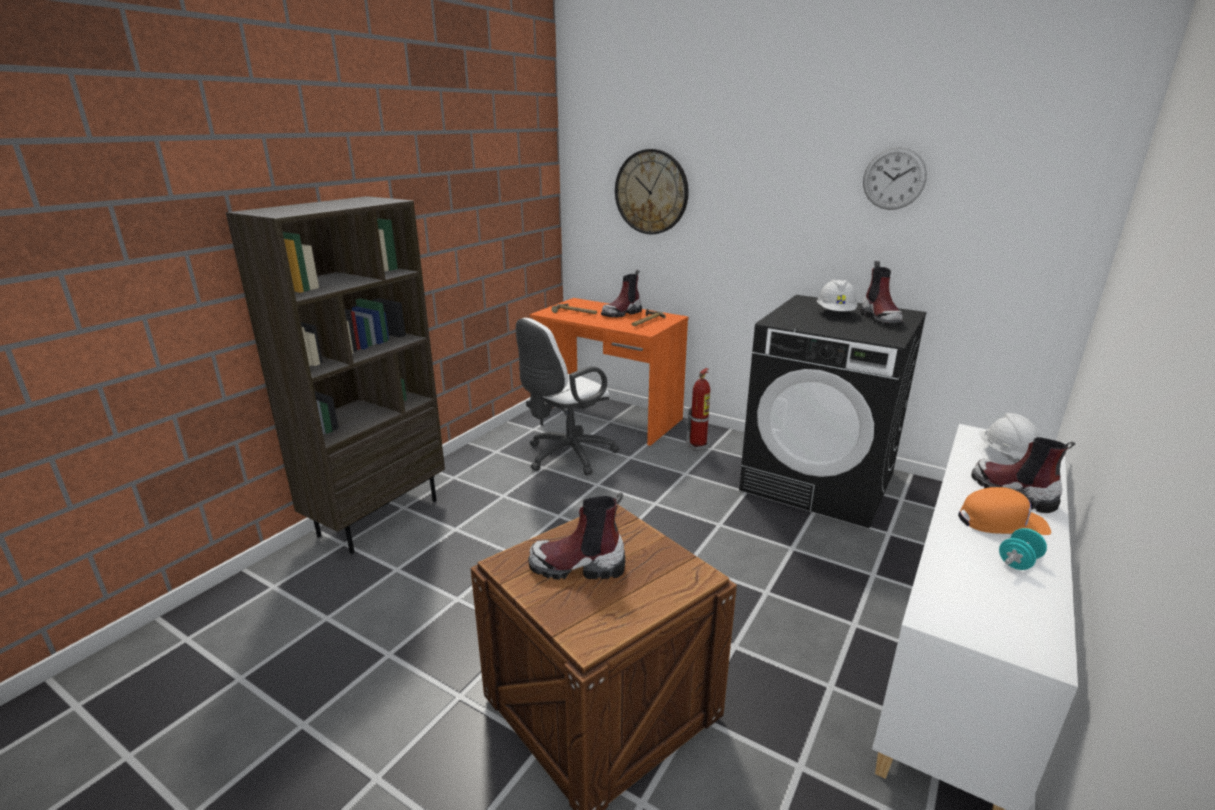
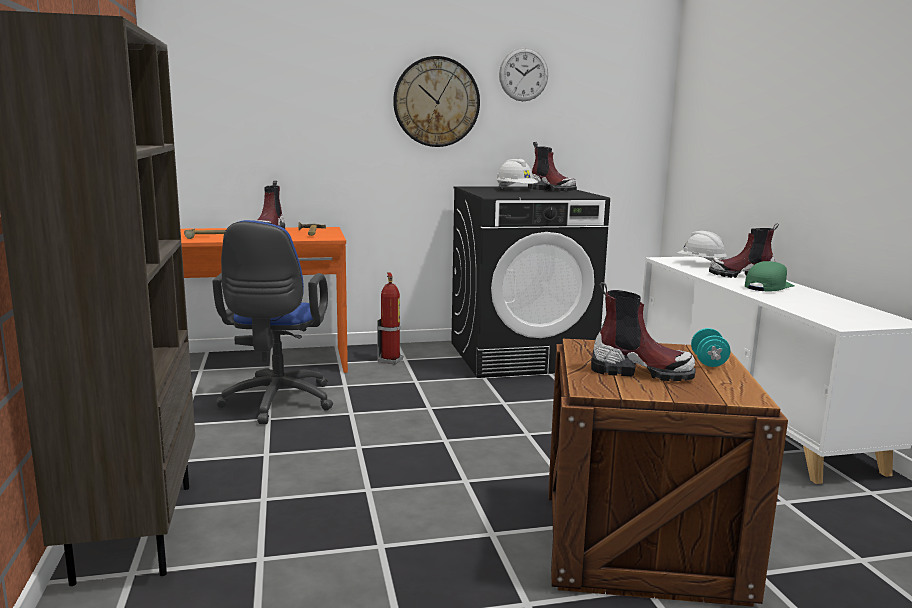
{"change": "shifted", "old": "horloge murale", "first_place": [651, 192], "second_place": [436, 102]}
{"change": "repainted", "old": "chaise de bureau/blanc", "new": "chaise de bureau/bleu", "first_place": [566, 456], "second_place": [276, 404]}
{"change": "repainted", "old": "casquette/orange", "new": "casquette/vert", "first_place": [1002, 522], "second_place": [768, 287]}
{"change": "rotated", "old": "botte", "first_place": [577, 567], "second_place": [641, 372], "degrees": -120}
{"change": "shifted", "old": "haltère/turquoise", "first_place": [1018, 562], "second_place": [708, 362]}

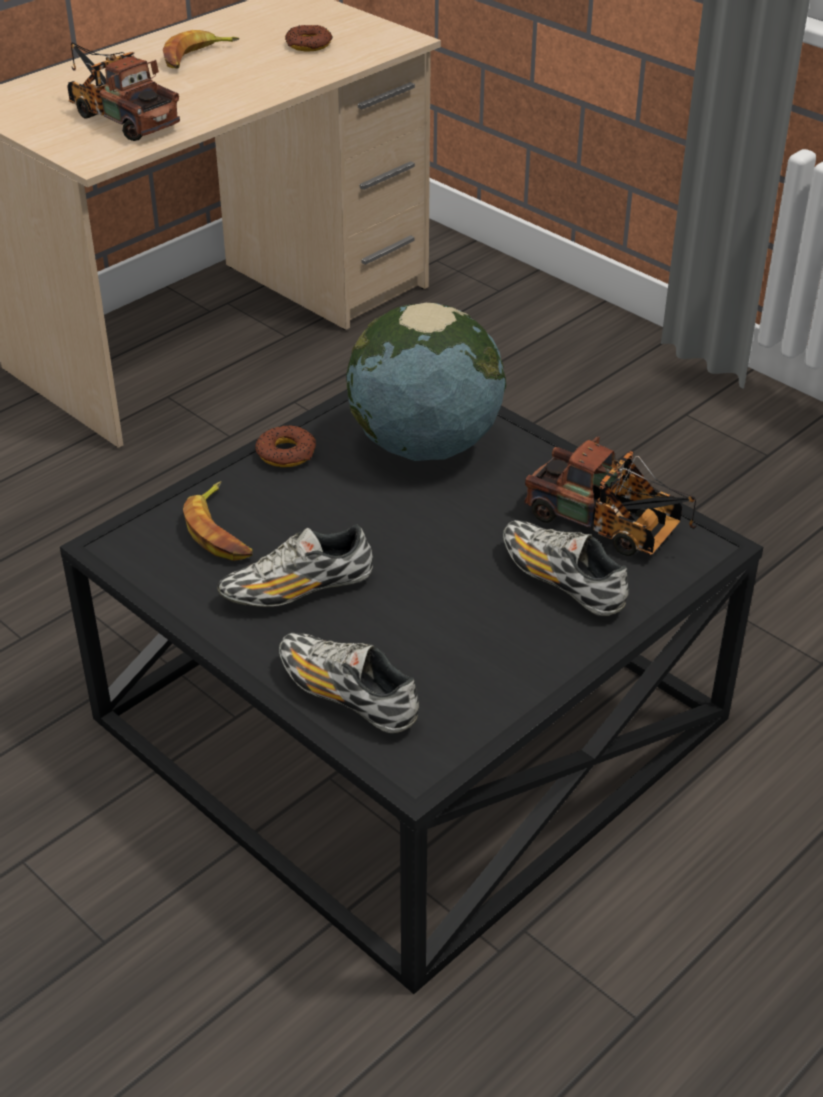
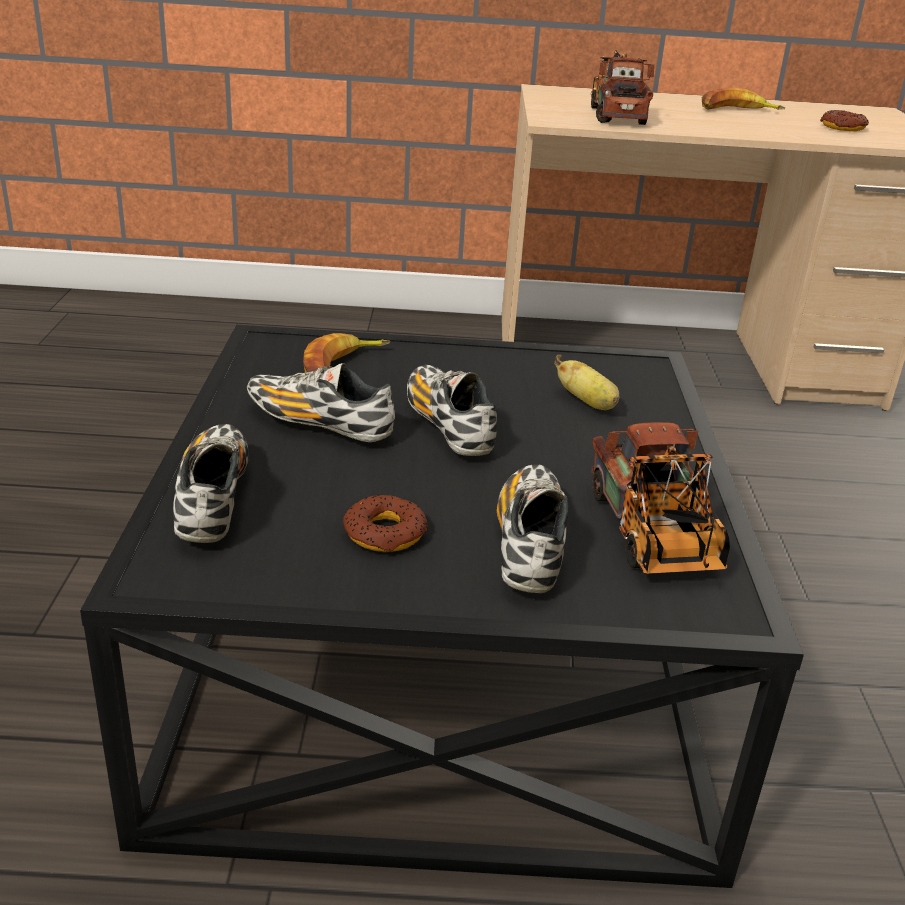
{"change": "swapped", "old": "globe", "new": "banane", "first_place": [424, 445], "second_place": [588, 403]}
{"change": "shifted", "old": "beignet", "first_place": [286, 453], "second_place": [385, 533]}
{"change": "new", "new": "chaussure", "second_place": [448, 426]}

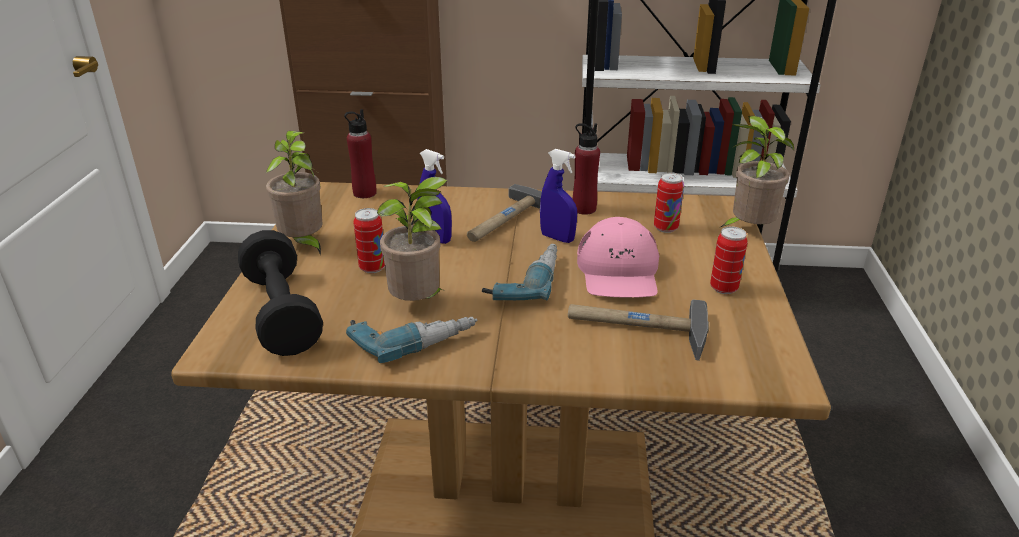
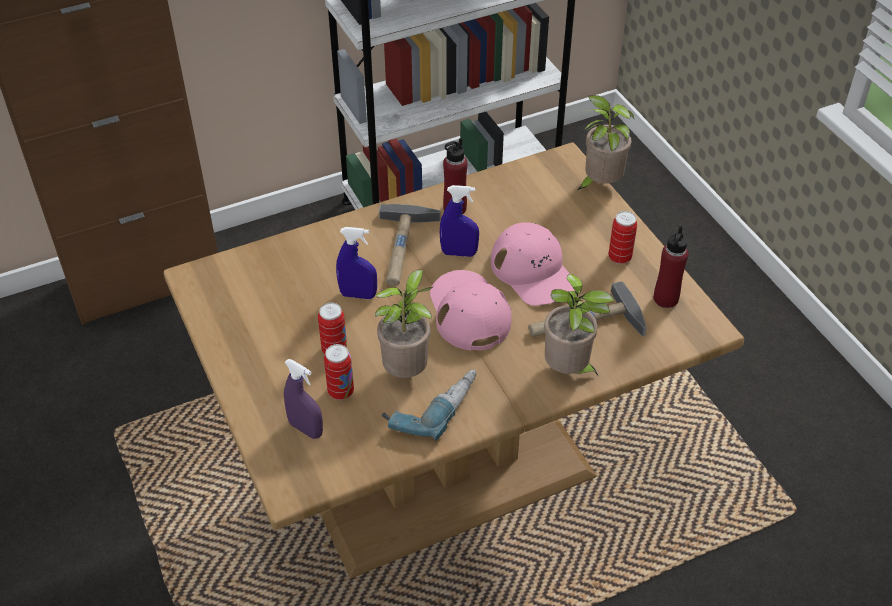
{"change": "shifted", "old": "bouteille/rouge", "first_place": [364, 193], "second_place": [665, 299]}
{"change": "shifted", "old": "plante en pot", "first_place": [304, 245], "second_place": [569, 371]}
{"change": "shifted", "old": "boîte métallique", "first_place": [665, 228], "second_place": [341, 392]}
{"change": "swapped", "old": "haltère/noir", "new": "vaporisateur/violet", "first_place": [282, 313], "second_place": [306, 429]}
{"change": "swapped", "old": "perceuse", "new": "casquette/rose", "first_place": [523, 281], "second_place": [469, 312]}

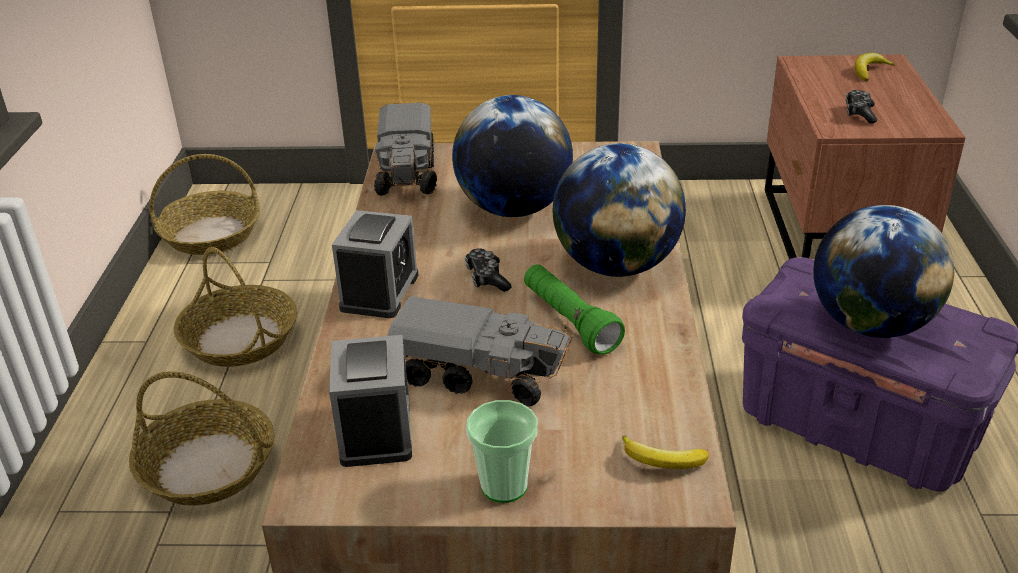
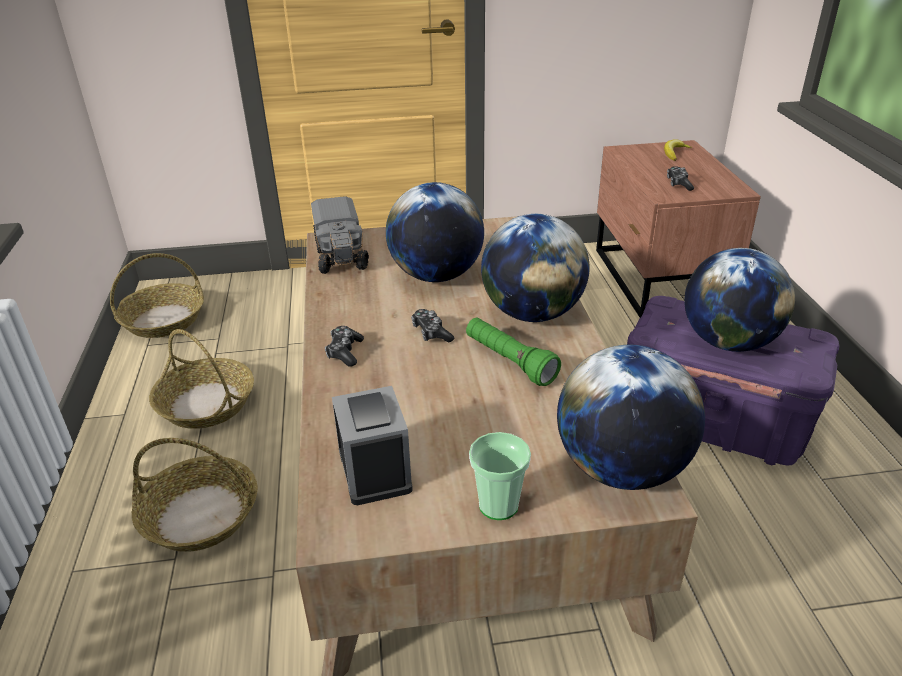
{"change": "swapped", "old": "réveil", "new": "manette", "first_place": [379, 292], "second_place": [345, 352]}
{"change": "gone", "old": "camion jouet", "first_place": [481, 374]}
{"change": "swapped", "old": "banane", "new": "globe", "first_place": [662, 461], "second_place": [621, 469]}

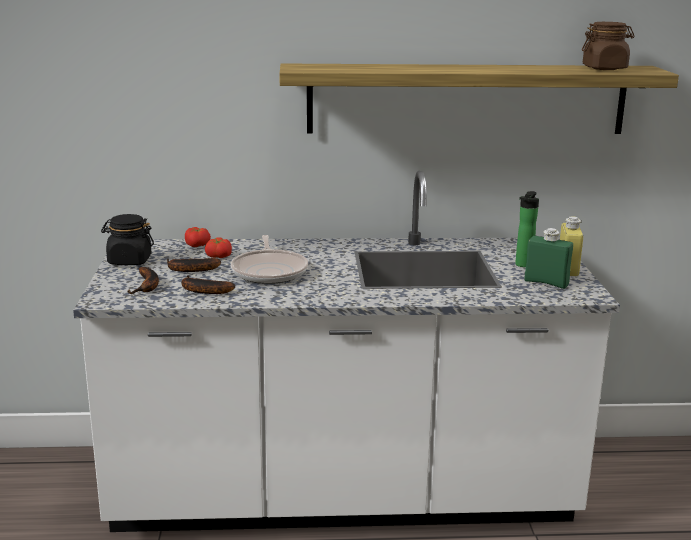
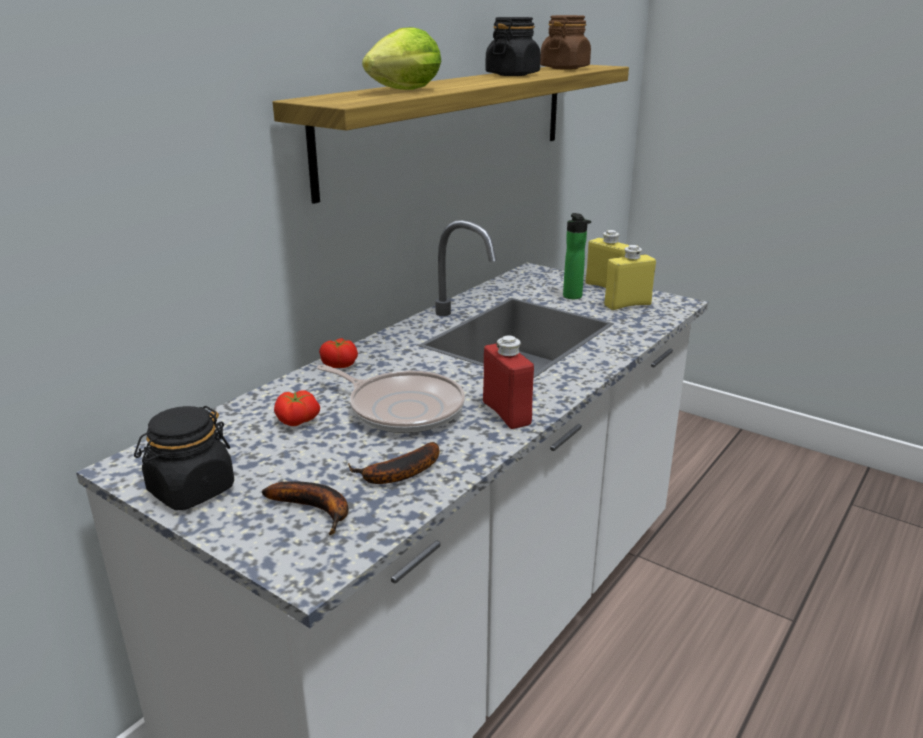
{"change": "shifted", "old": "tomate", "first_place": [198, 245], "second_place": [340, 364]}
{"change": "repainted", "old": "bouteille/vert", "new": "bouteille/jaune", "first_place": [546, 283], "second_place": [627, 305]}
{"change": "gone", "old": "banane", "first_place": [189, 270]}
{"change": "new", "new": "bocal/noir", "second_place": [512, 74]}
{"change": "new", "new": "laitue", "second_place": [400, 91]}
{"change": "new", "new": "bouteille/rouge", "second_place": [506, 413]}

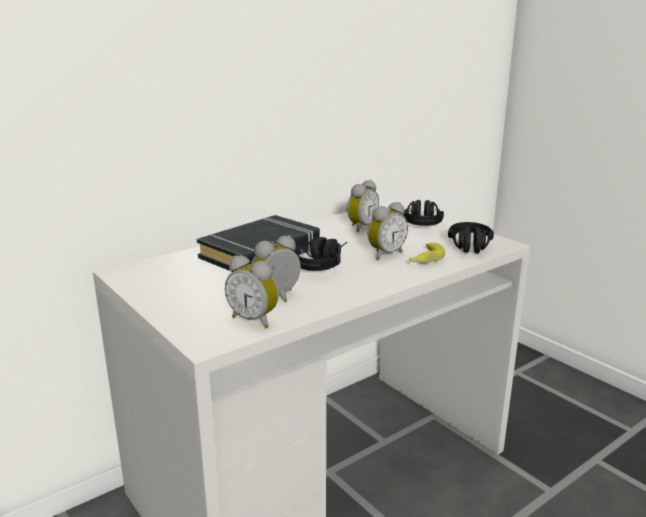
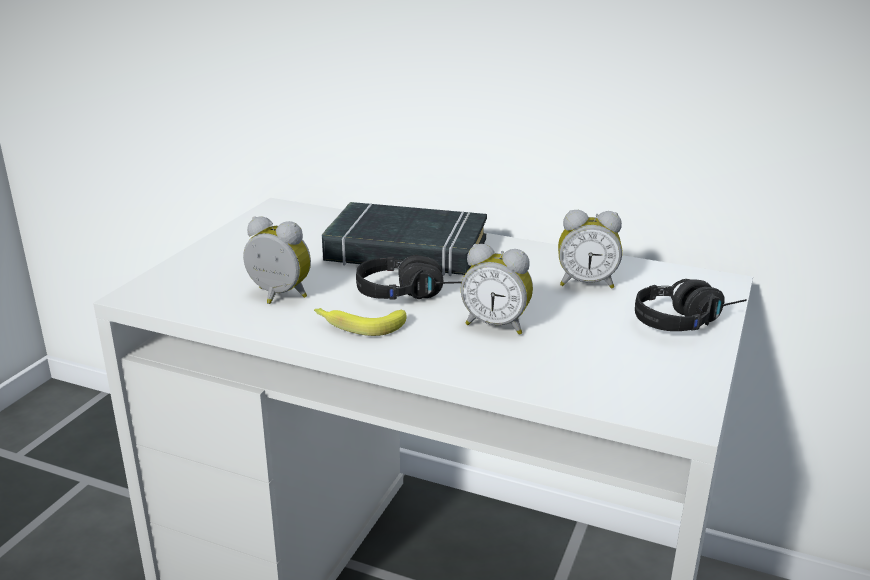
{"change": "gone", "old": "casque audio/noir", "first_place": [470, 249]}
{"change": "shifted", "old": "banane", "first_place": [424, 259], "second_place": [358, 325]}
{"change": "gone", "old": "réveil", "first_place": [255, 320]}

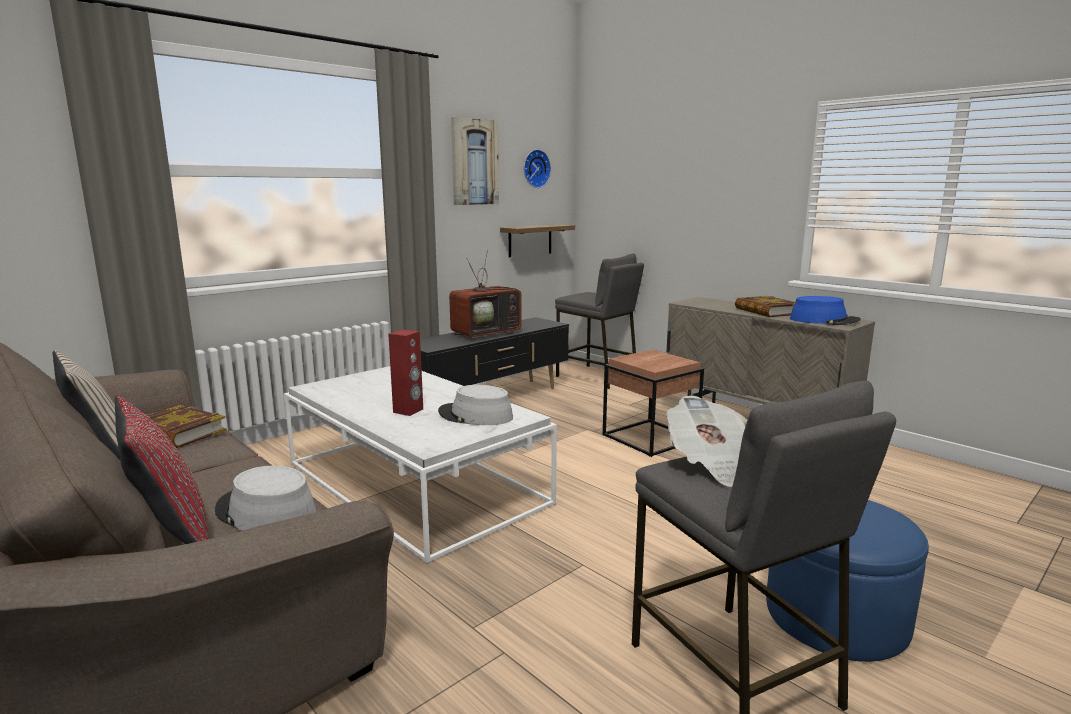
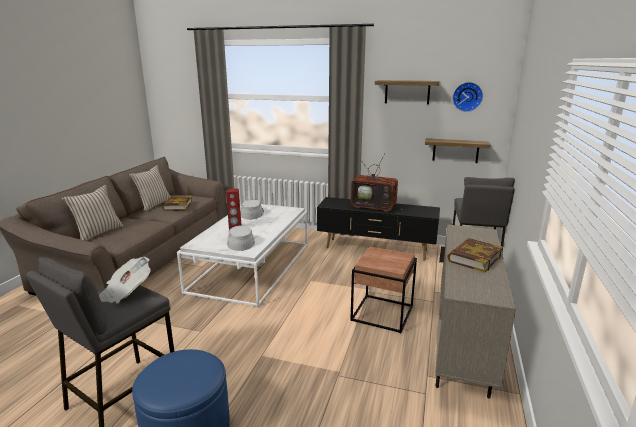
{"change": "swapped", "old": "tableau", "new": "étagère", "first_place": [474, 162], "second_place": [407, 92]}
{"change": "gone", "old": "chapeau/bleu", "first_place": [824, 320]}
{"change": "repainted", "old": "coussin/rouge", "new": "coussin/beige", "first_place": [170, 533], "second_place": [98, 233]}
{"change": "shifted", "old": "chapeau/gris", "first_place": [265, 512], "second_place": [252, 213]}

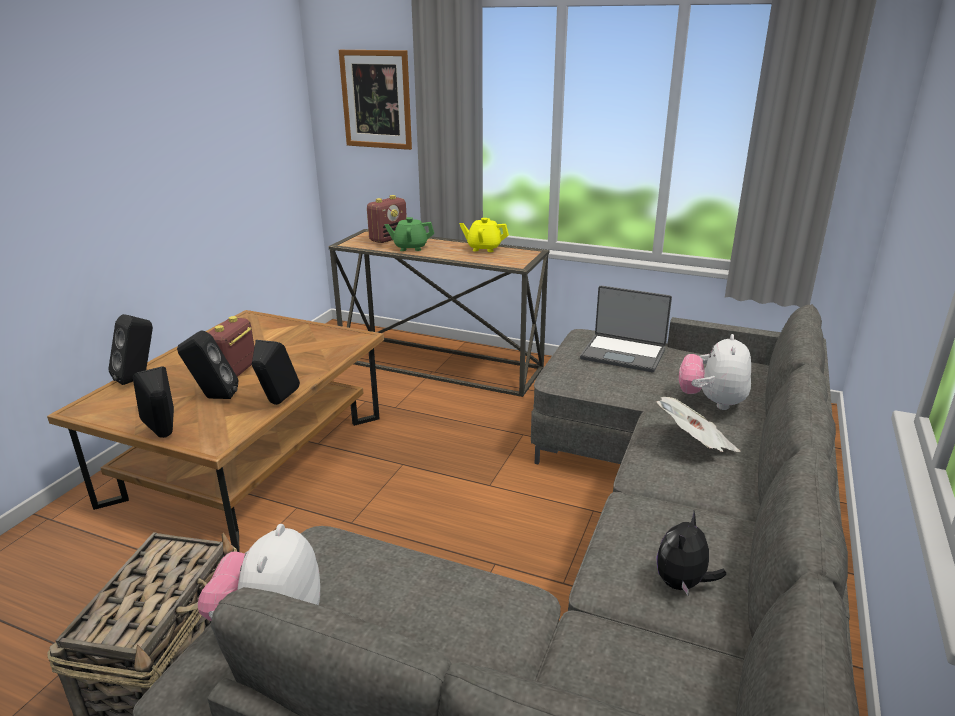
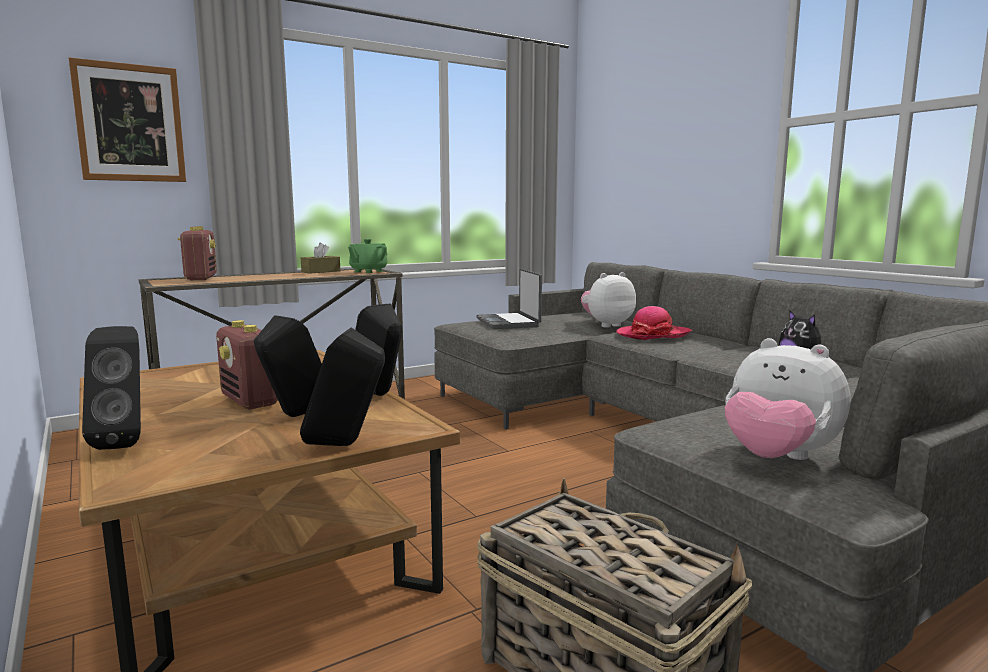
{"change": "shifted", "old": "théière/vert", "first_place": [410, 247], "second_place": [368, 271]}
{"change": "swapped", "old": "théière/jaune", "new": "boîte à mouchoirs/marron", "first_place": [484, 248], "second_place": [321, 271]}
{"change": "rotated", "old": "ordinateur portable", "first_place": [623, 354], "second_place": [509, 322], "degrees": 105}
{"change": "rotated", "old": "peluche", "first_place": [712, 402], "second_place": [606, 325], "degrees": 105}
{"change": "swapped", "old": "journal", "new": "chapeau", "first_place": [695, 444], "second_place": [653, 335]}

